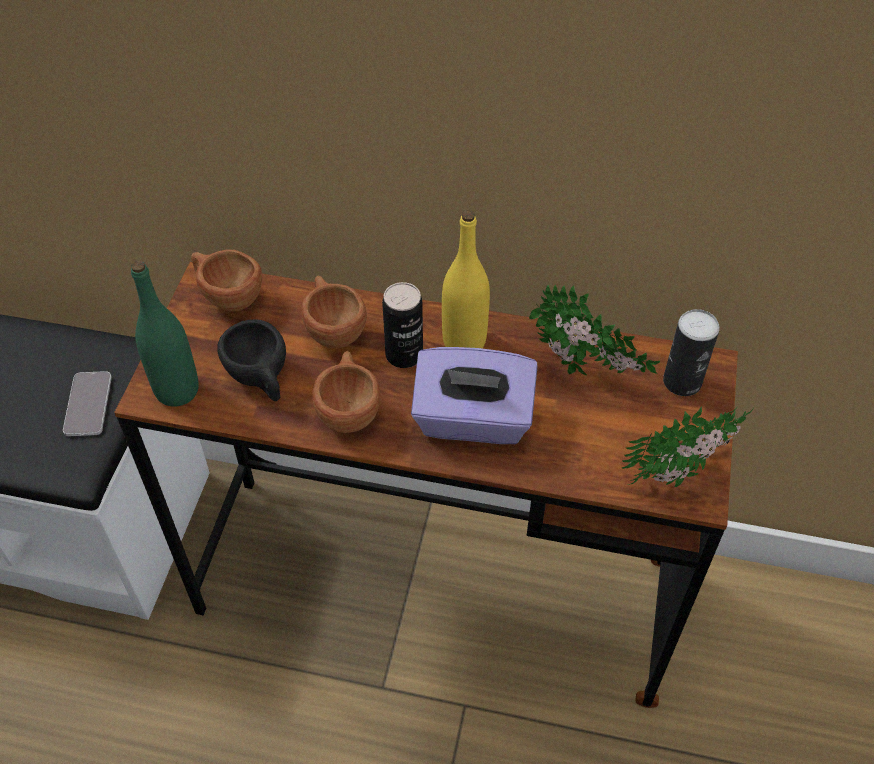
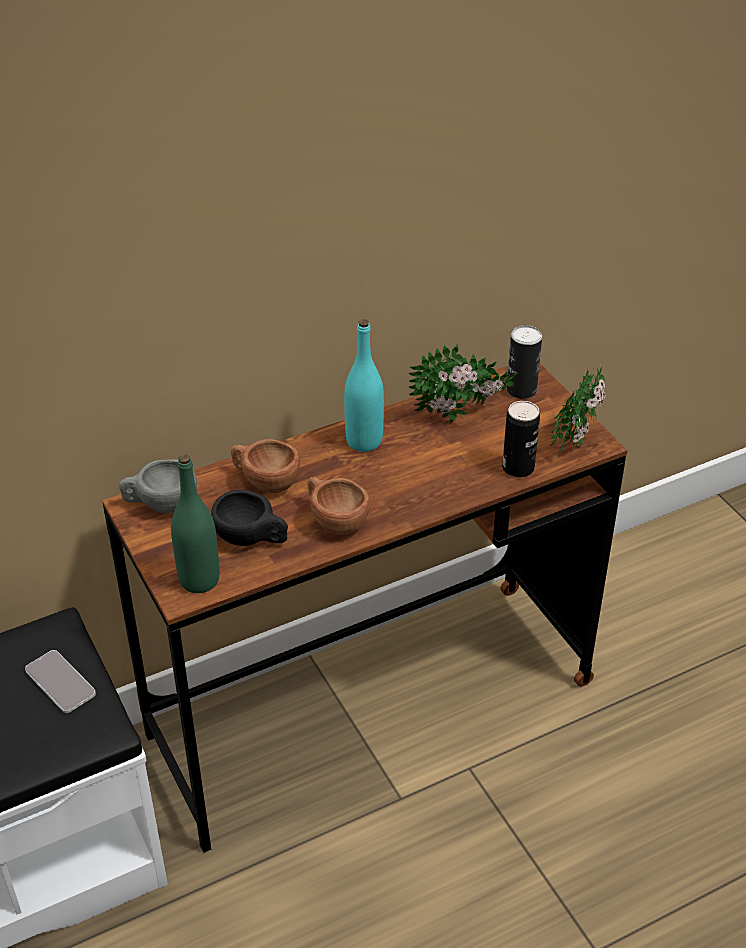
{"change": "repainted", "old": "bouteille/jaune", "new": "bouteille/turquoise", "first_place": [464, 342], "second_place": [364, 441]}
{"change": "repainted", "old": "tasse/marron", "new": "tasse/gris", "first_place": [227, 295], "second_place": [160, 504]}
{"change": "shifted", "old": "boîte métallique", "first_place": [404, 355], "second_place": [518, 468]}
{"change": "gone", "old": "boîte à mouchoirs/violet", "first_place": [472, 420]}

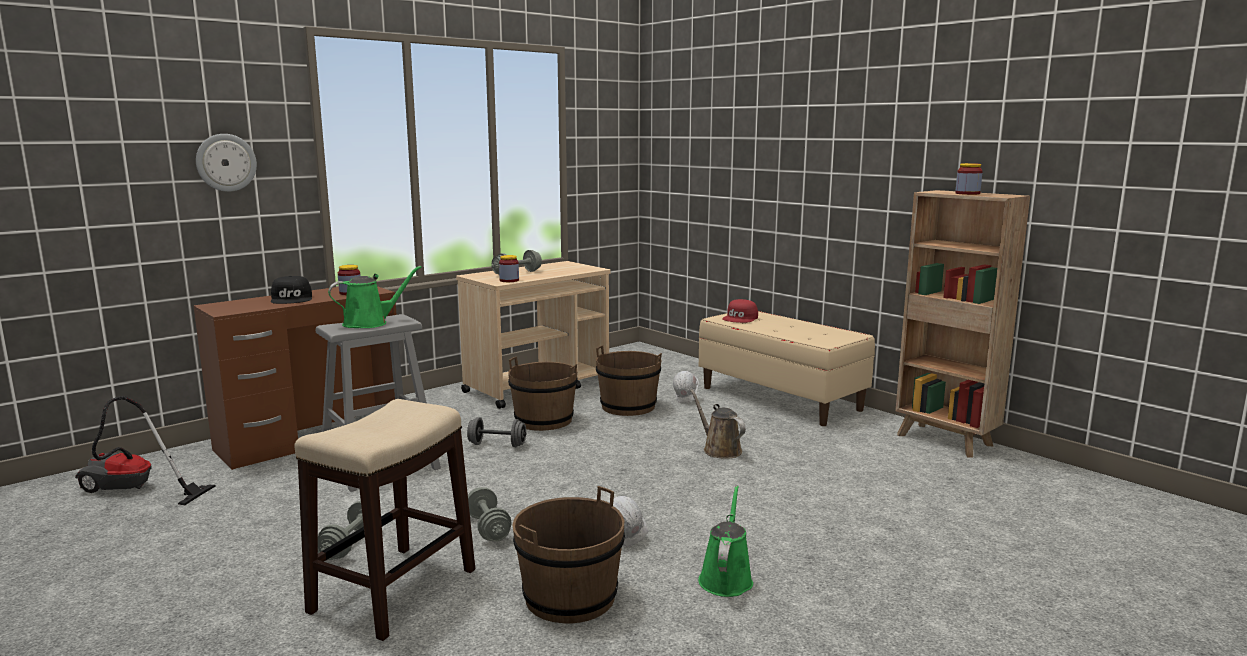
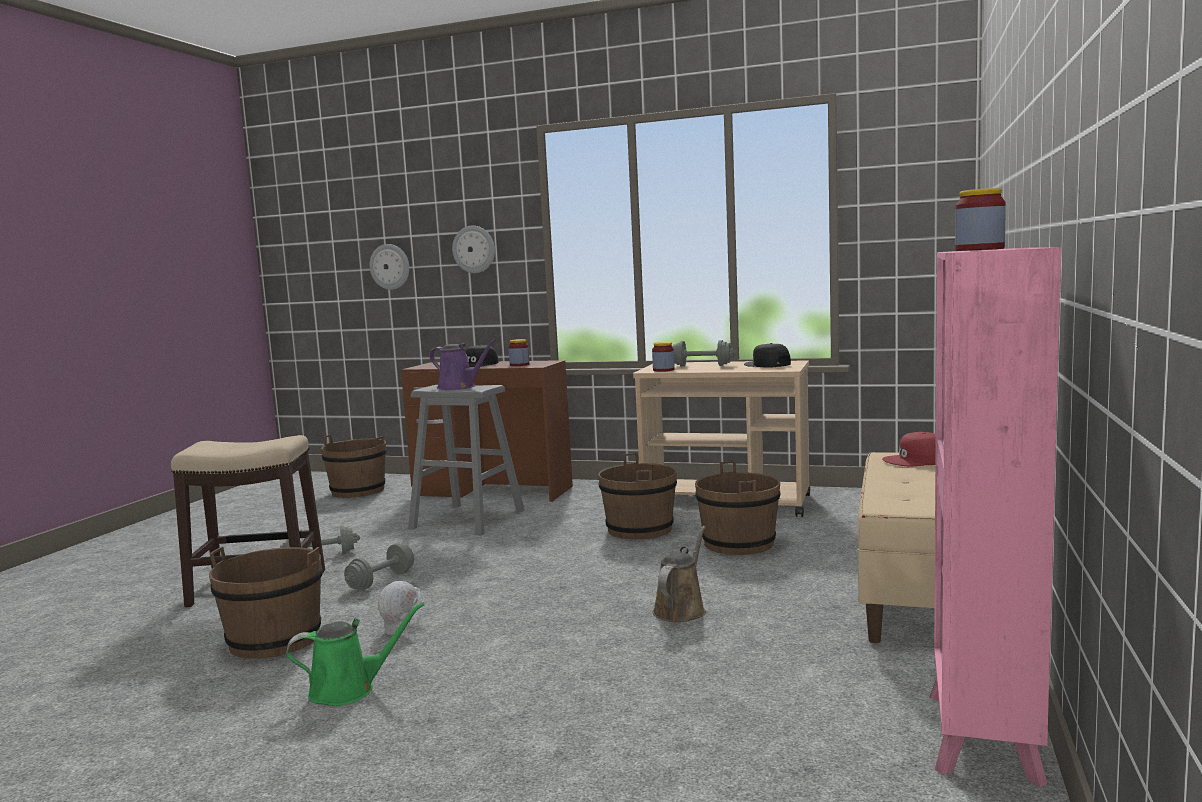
{"change": "repainted", "old": "bibliothèque/marron", "new": "bibliothèque/rose", "first_place": [946, 441], "second_place": [982, 739]}
{"change": "repainted", "old": "arrosoir/vert", "new": "arrosoir/violet", "first_place": [370, 323], "second_place": [459, 387]}
{"change": "gone", "old": "casque de chantier/blanc", "first_place": [686, 400]}
{"change": "swapped", "old": "aspirateur", "new": "seau/marron", "first_place": [132, 491], "second_place": [358, 491]}
{"change": "gone", "old": "haltère/gris", "first_place": [497, 445]}
{"change": "new", "new": "horloge murale", "second_place": [390, 266]}
{"change": "new", "new": "casquette/noir", "second_place": [766, 365]}

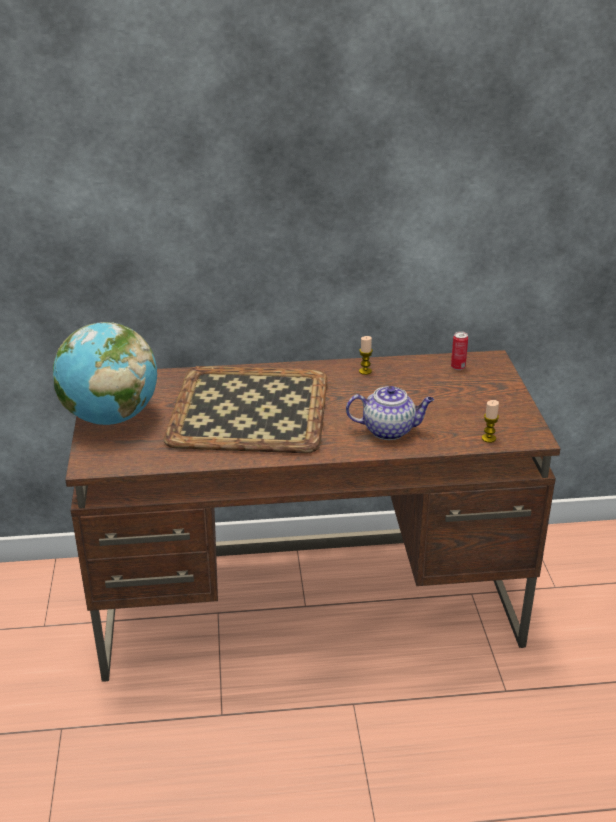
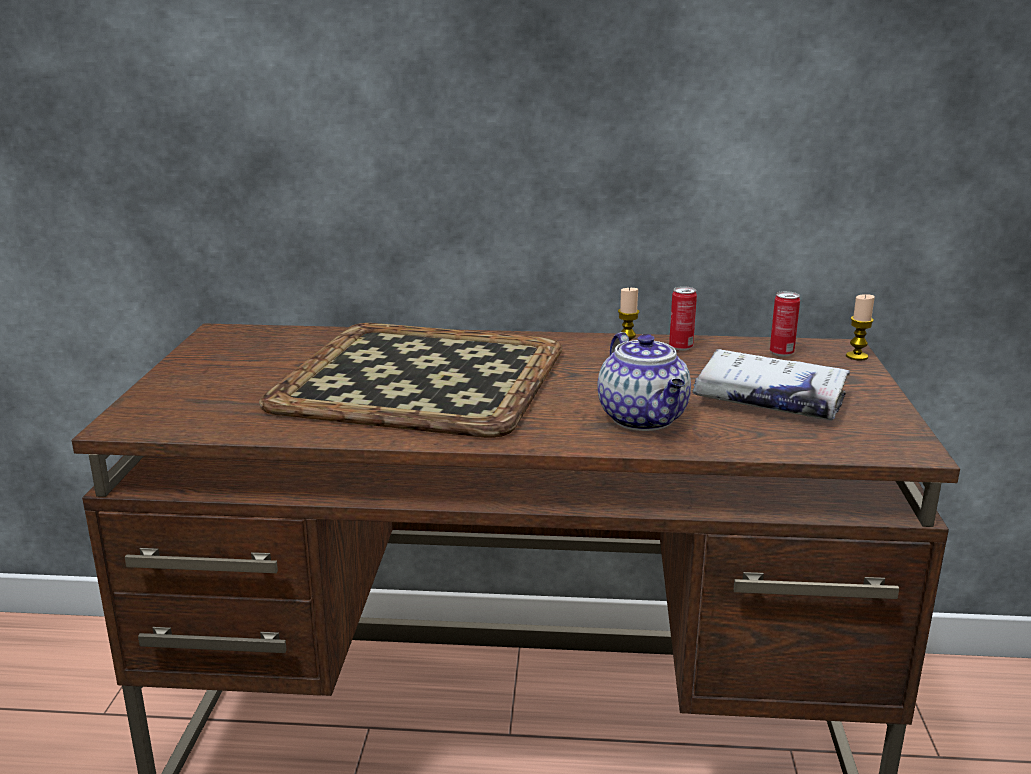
{"change": "gone", "old": "globe", "first_place": [111, 417]}
{"change": "rotated", "old": "théière", "first_place": [389, 430], "second_place": [644, 420], "degrees": 60}
{"change": "shifted", "old": "bougie", "first_place": [488, 438], "second_place": [856, 356]}
{"change": "new", "new": "boîte métallique", "second_place": [680, 347]}
{"change": "new", "new": "livre/blanc", "second_place": [769, 400]}

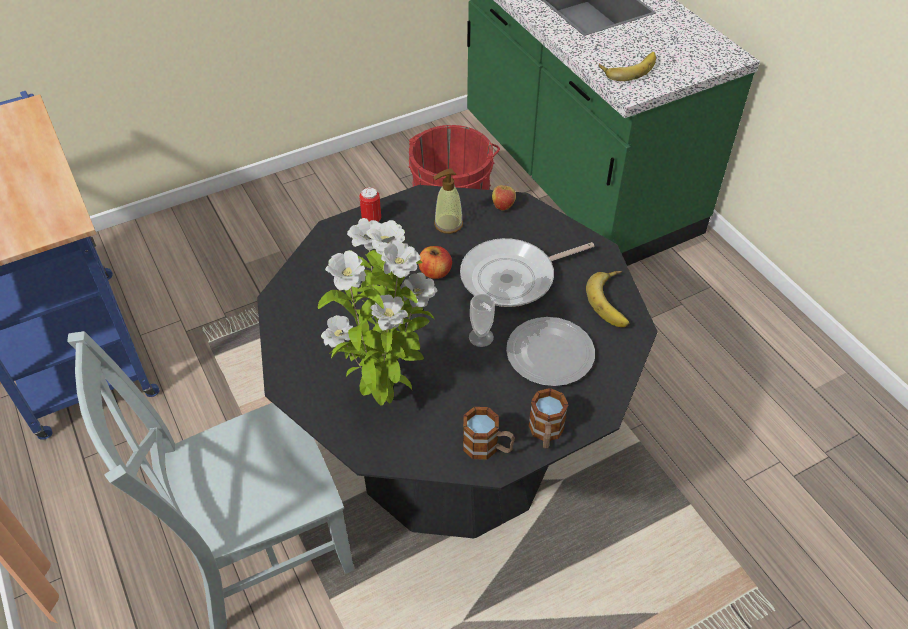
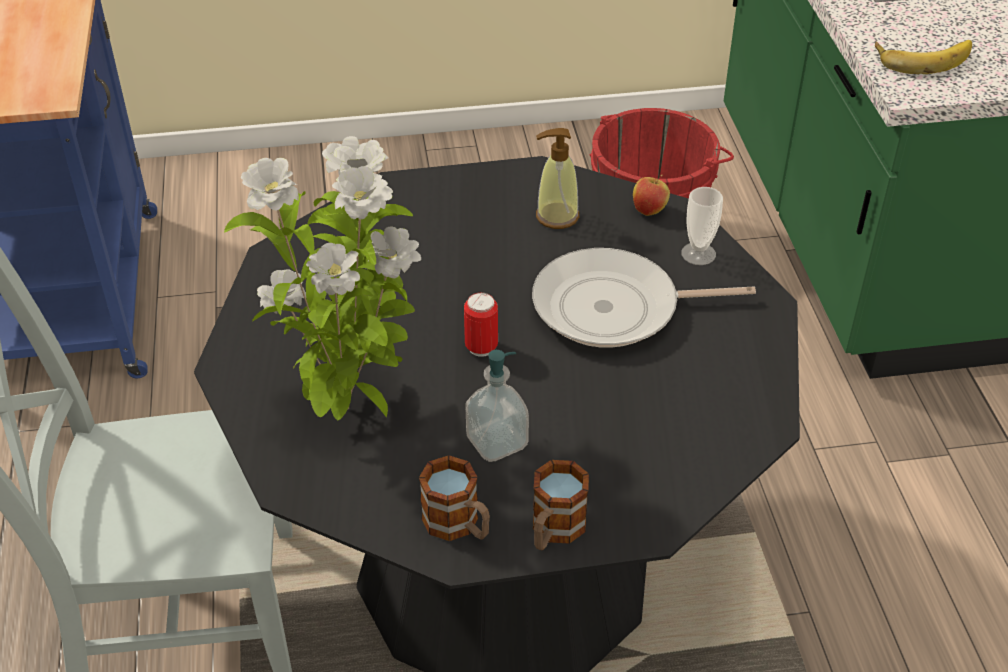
{"change": "shifted", "old": "boîte métallique", "first_place": [371, 220], "second_place": [481, 347]}
{"change": "gone", "old": "pomme", "first_place": [435, 272]}
{"change": "gone", "old": "banane", "first_place": [614, 302]}
{"change": "shifted", "old": "tasse", "first_place": [481, 337], "second_place": [698, 254]}
{"change": "gone", "old": "assiette", "first_place": [548, 354]}
{"change": "new", "new": "distributeur de savon", "second_place": [497, 442]}

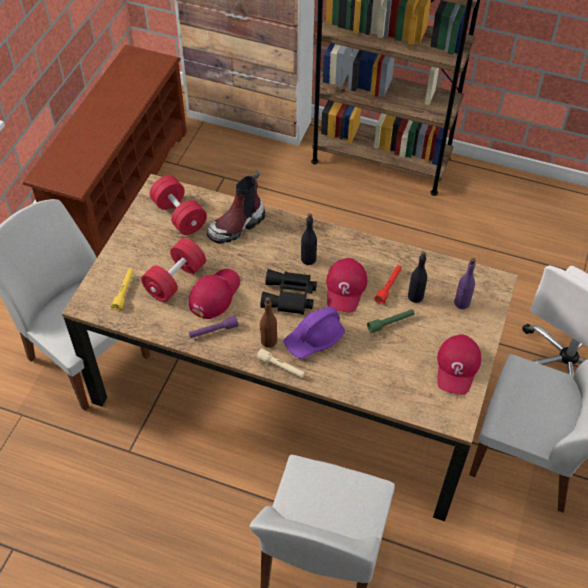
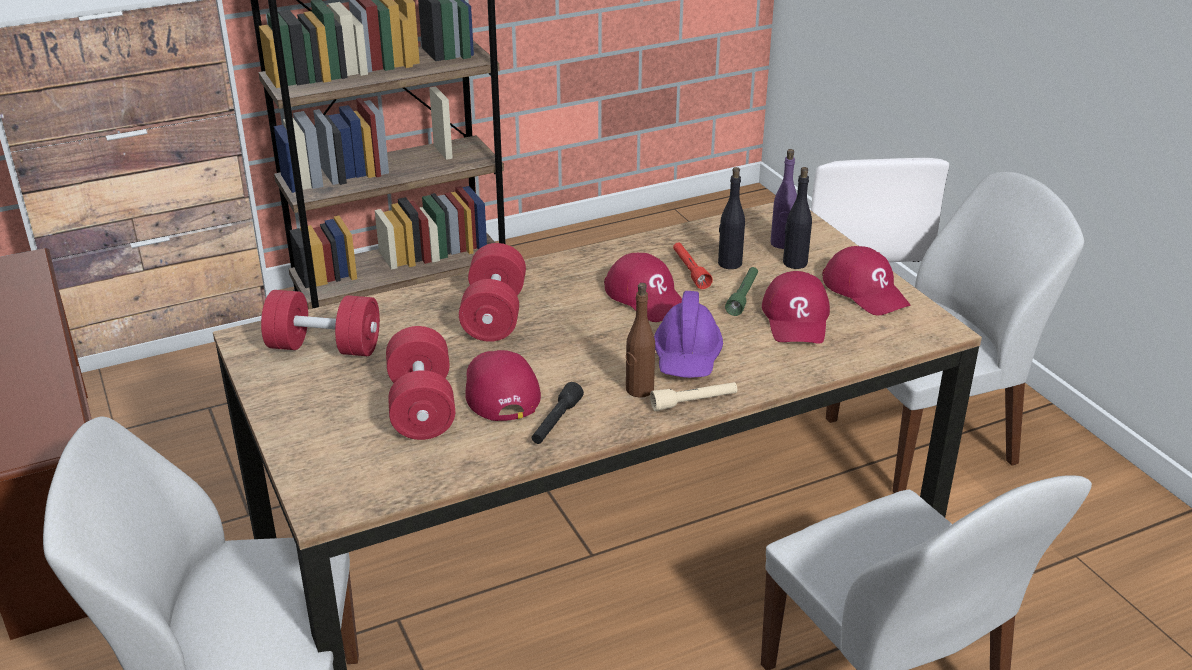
{"change": "gone", "old": "botte", "first_place": [237, 225]}
{"change": "shifted", "old": "bouteille/noir", "first_place": [308, 259], "second_place": [794, 263]}
{"change": "gone", "old": "lampe de poche/jaune", "first_place": [124, 292]}
{"change": "gone", "old": "jumelles/noir", "first_place": [289, 297]}
{"change": "repainted", "old": "lampe de poche/violet", "new": "lampe de poche/noir", "first_place": [213, 331], "second_place": [556, 422]}
{"change": "new", "new": "haltère/rouge", "second_place": [494, 315]}
{"change": "new", "new": "casquette/rouge", "second_place": [796, 318]}

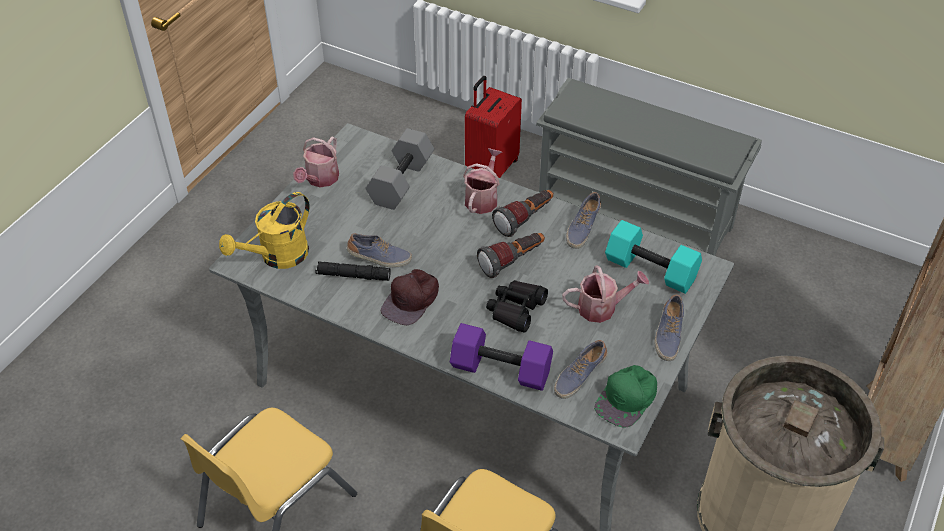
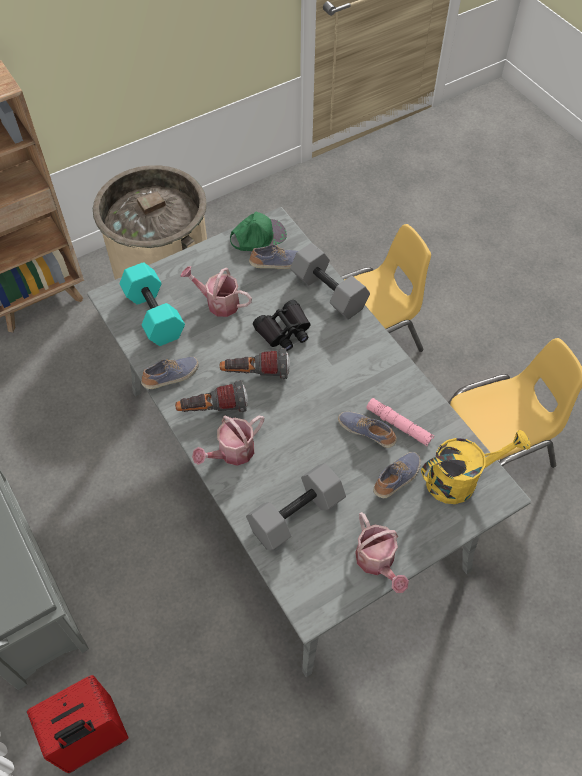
{"change": "rotated", "old": "arrosoir", "first_place": [320, 179], "second_place": [377, 562], "degrees": 105}
{"change": "repainted", "old": "lampe de poche/noir", "new": "lampe de poche/rose", "first_place": [353, 275], "second_place": [399, 425]}
{"change": "gone", "old": "casquette/marron", "first_place": [411, 300]}
{"change": "shifted", "old": "chaussure", "first_place": [668, 335], "second_place": [397, 479]}
{"change": "repainted", "old": "haltère/violet", "new": "haltère/gris", "first_place": [499, 370], "second_place": [330, 292]}

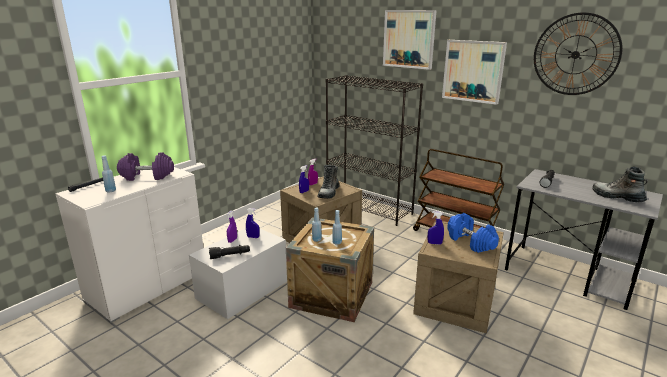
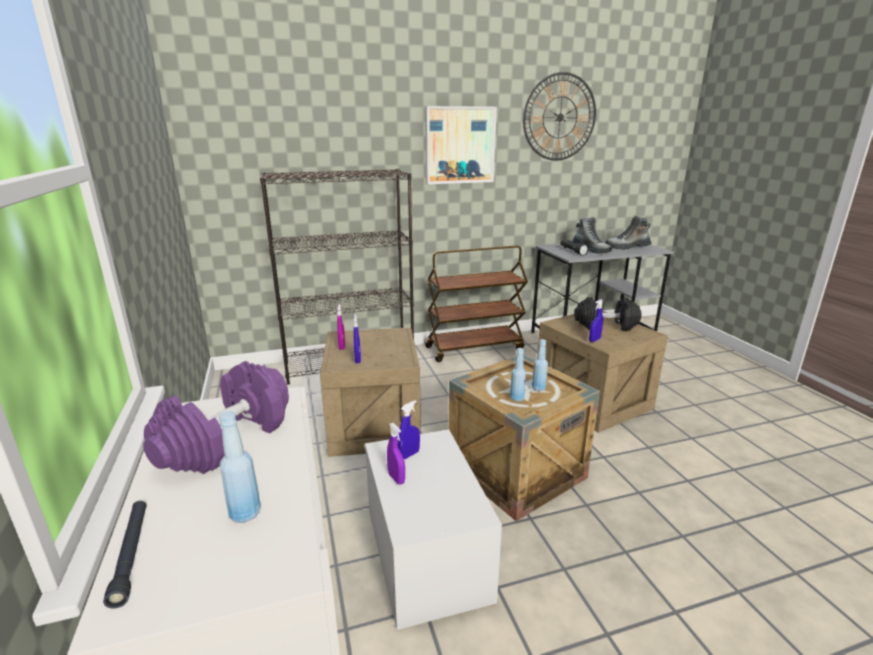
{"change": "gone", "old": "tableau", "first_place": [409, 39]}
{"change": "shifted", "old": "botte", "first_place": [329, 193], "second_place": [591, 250]}
{"change": "repainted", "old": "haltère/bleu", "new": "haltère/noir", "first_place": [470, 242], "second_place": [605, 326]}
{"change": "gone", "old": "lampe de poche/noir", "first_place": [230, 255]}

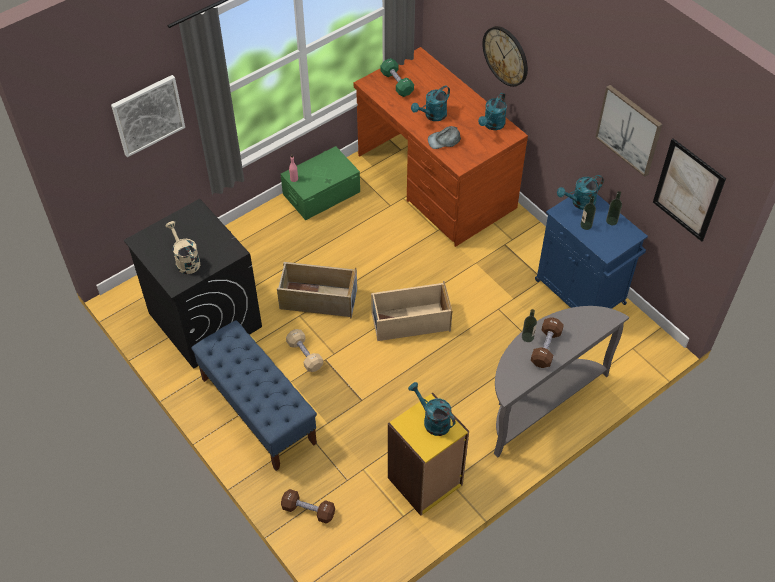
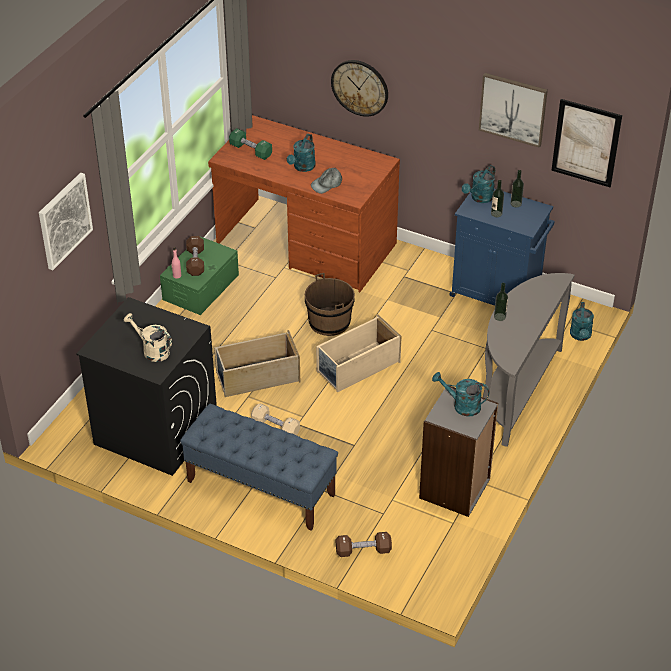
{"change": "shifted", "old": "arrosoir/turquoise", "first_place": [492, 125], "second_place": [581, 336]}
{"change": "shifted", "old": "haltère/marron", "first_place": [546, 348], "second_place": [195, 262]}
{"change": "repainted", "old": "bibliothèque/jaune", "new": "bibliothèque/gris", "first_place": [425, 482], "second_place": [455, 489]}
{"change": "new", "new": "seau/marron", "second_place": [329, 322]}

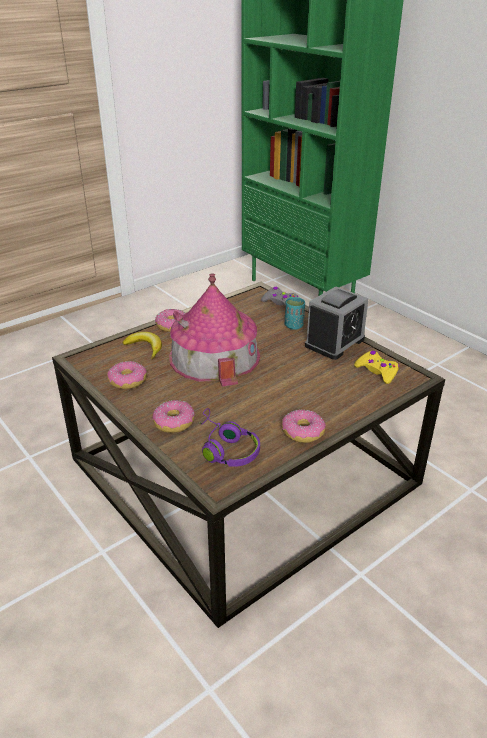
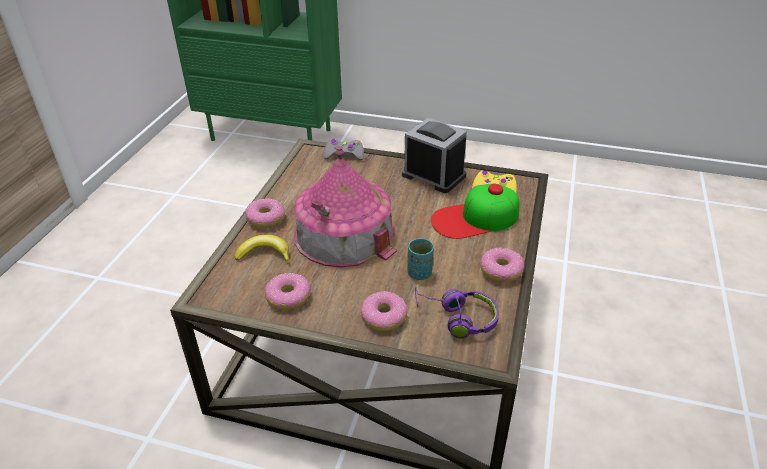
{"change": "rotated", "old": "réveil", "first_place": [334, 342], "second_place": [433, 175], "degrees": -60}
{"change": "shifted", "old": "tasse/turquoise", "first_place": [294, 326], "second_place": [419, 273]}
{"change": "new", "new": "casquette", "second_place": [475, 218]}

